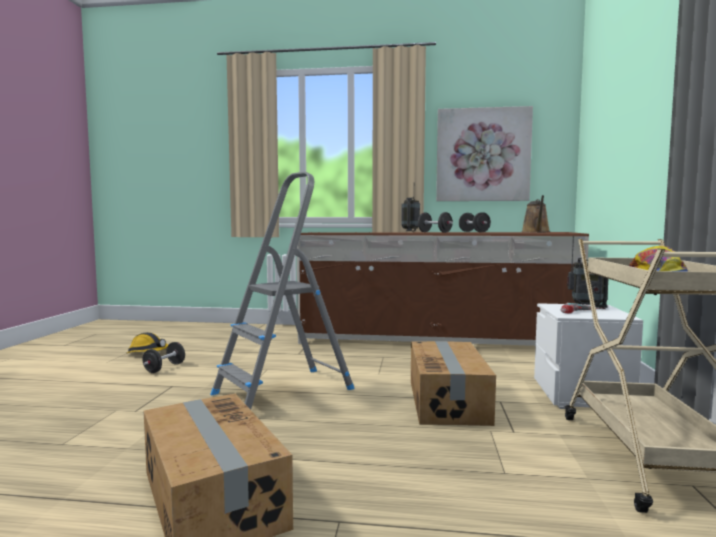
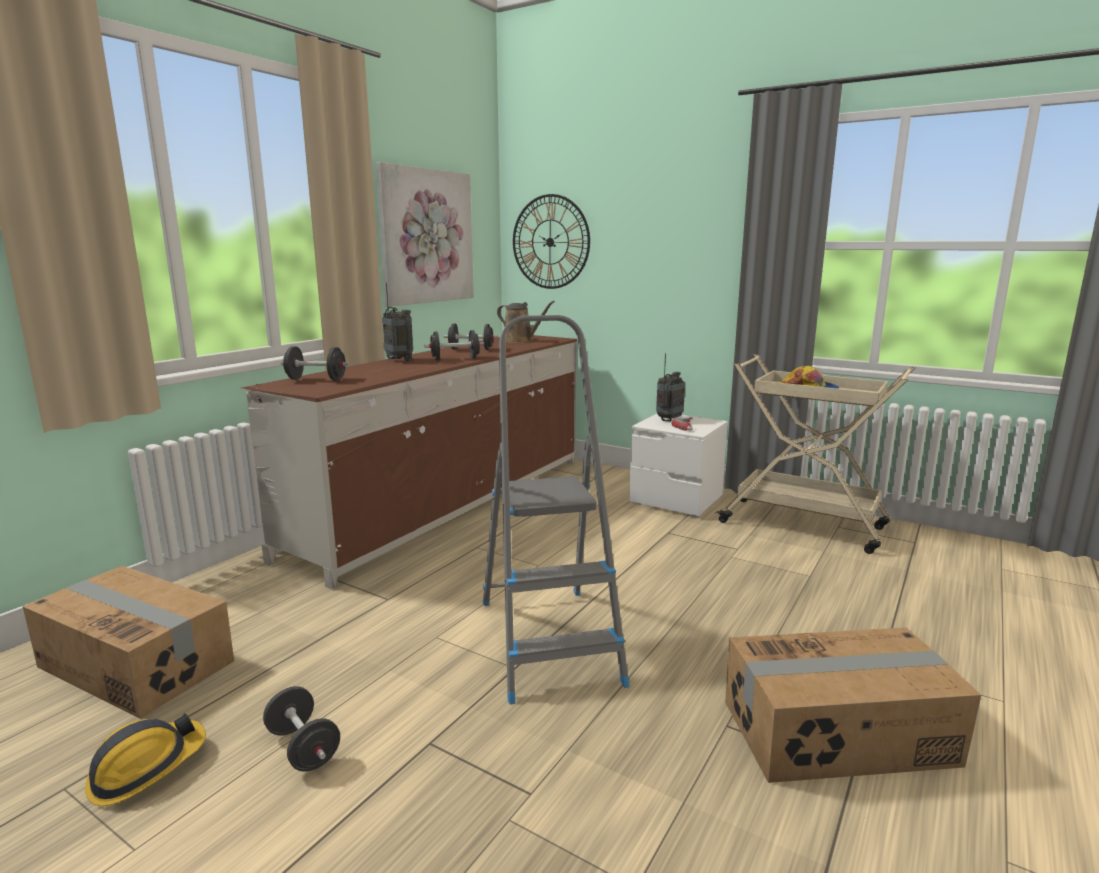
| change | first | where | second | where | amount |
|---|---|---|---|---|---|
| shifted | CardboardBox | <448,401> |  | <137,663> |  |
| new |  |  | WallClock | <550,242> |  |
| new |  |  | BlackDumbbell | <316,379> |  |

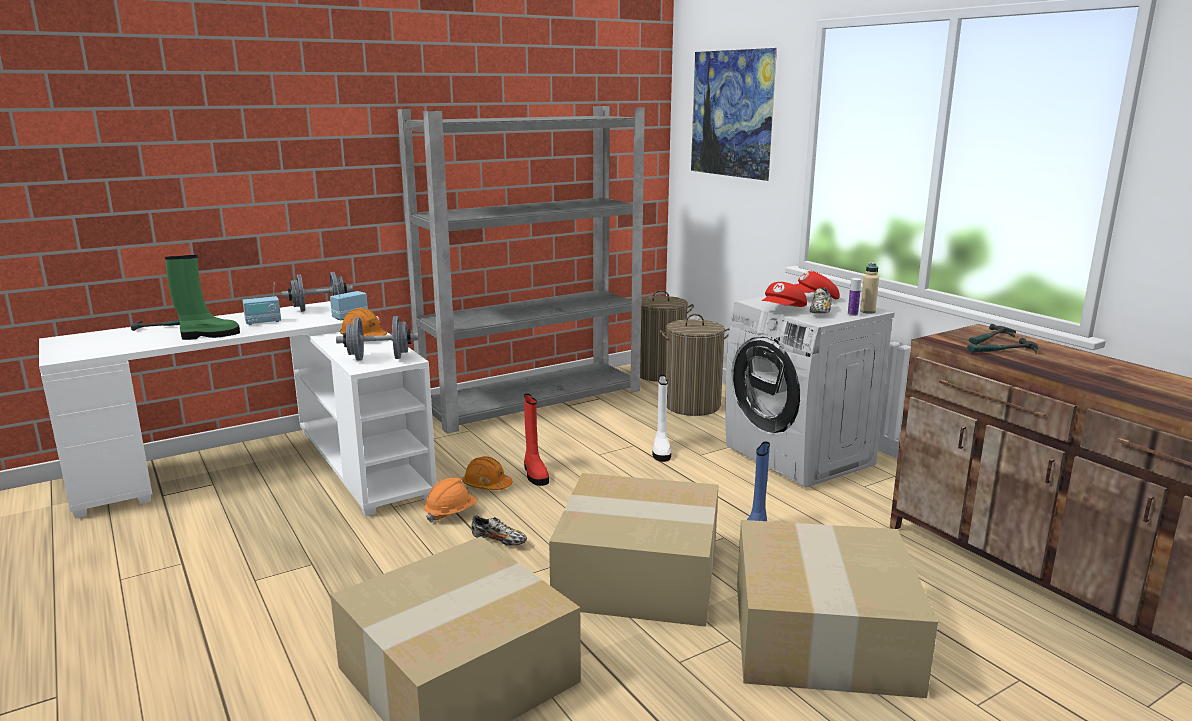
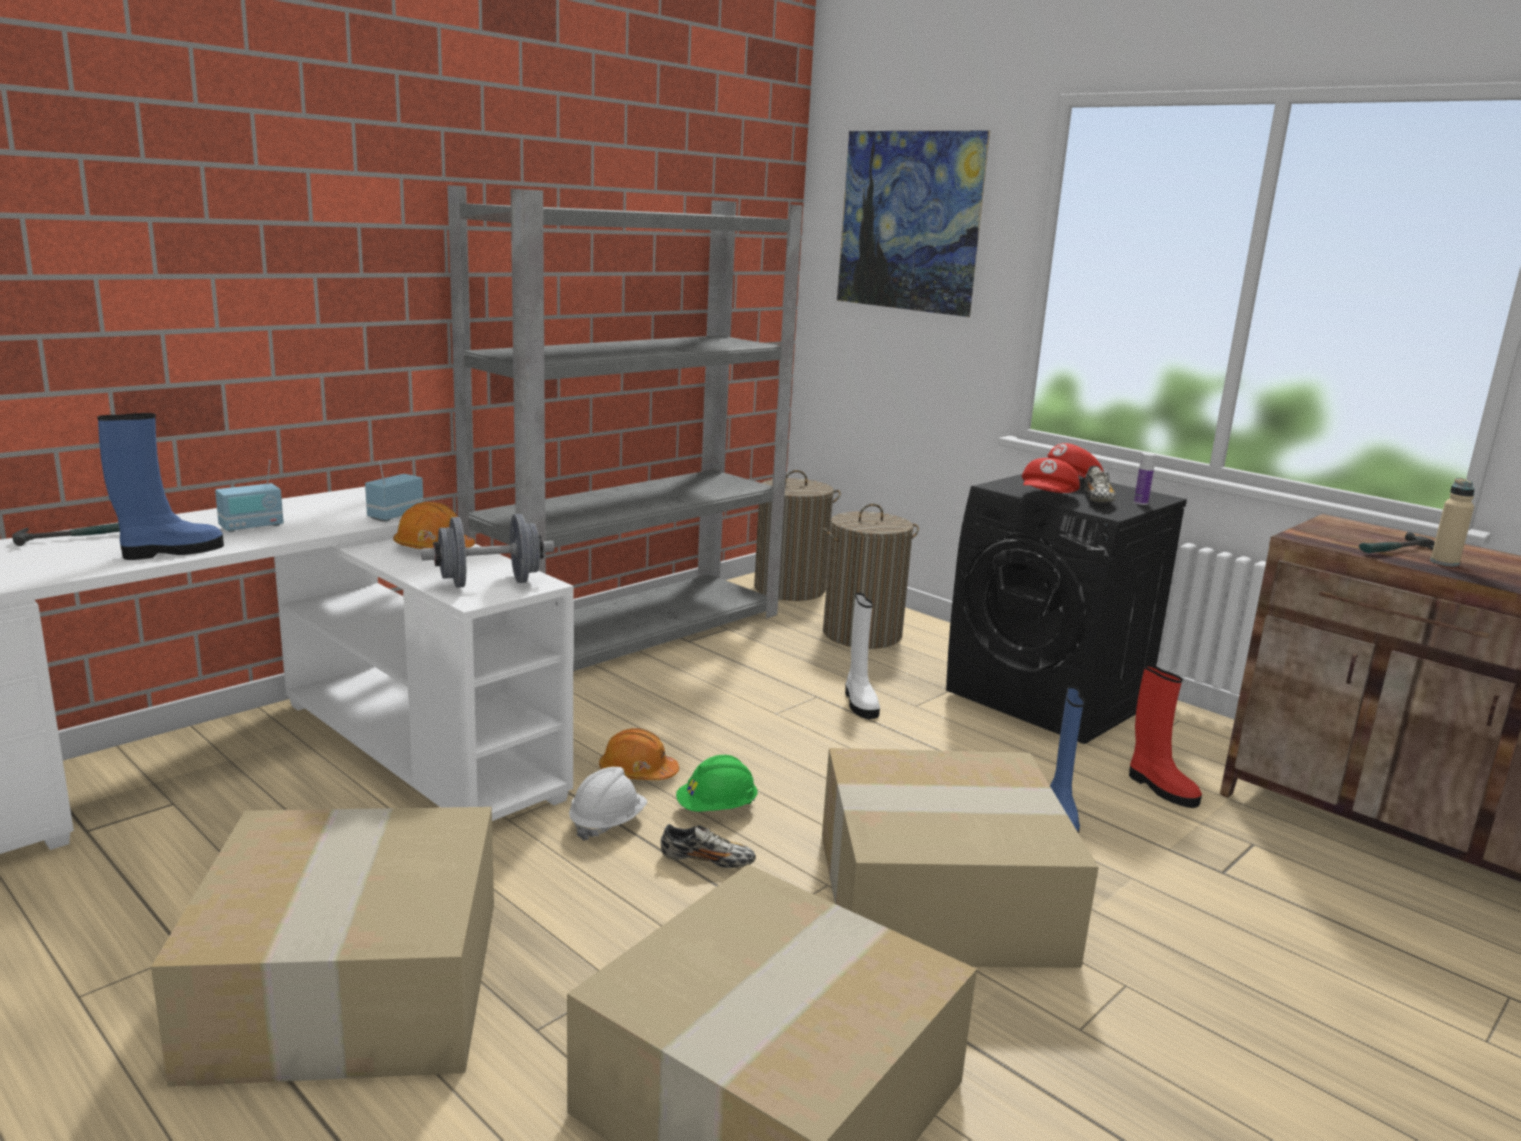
| change | first | where | second | where | amount |
|---|---|---|---|---|---|
| repainted | GreenBoot | <208,335> | BlueBoot | <170,552> |  |
| shifted | BeigeBottle | <867,311> |  | <1444,562> |  |
| gone | GreyDumbbell | <319,309> |  |  |  |
| repainted | WhiteWashingMachine | <799,458> | BlackWashingMachine | <1046,703> |  |
| gone | Hammer | <990,339> |  |  |  |
| shifted | RedBoot | <535,474> |  | <1160,788> |  |
| repainted | OrangeHardHat | <451,513> | WhiteHardHat | <607,823> |  |
| shifted | CardboardBox | <819,633> |  | <347,982> |  |
| new |  |  | GreenHardHat | <716,809> |  |

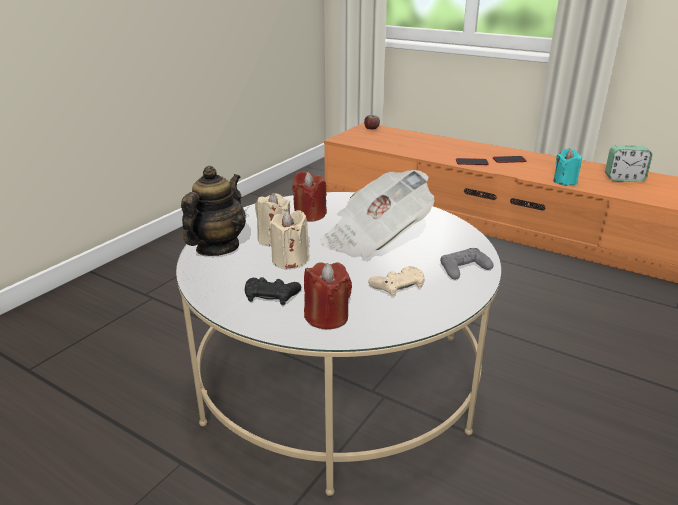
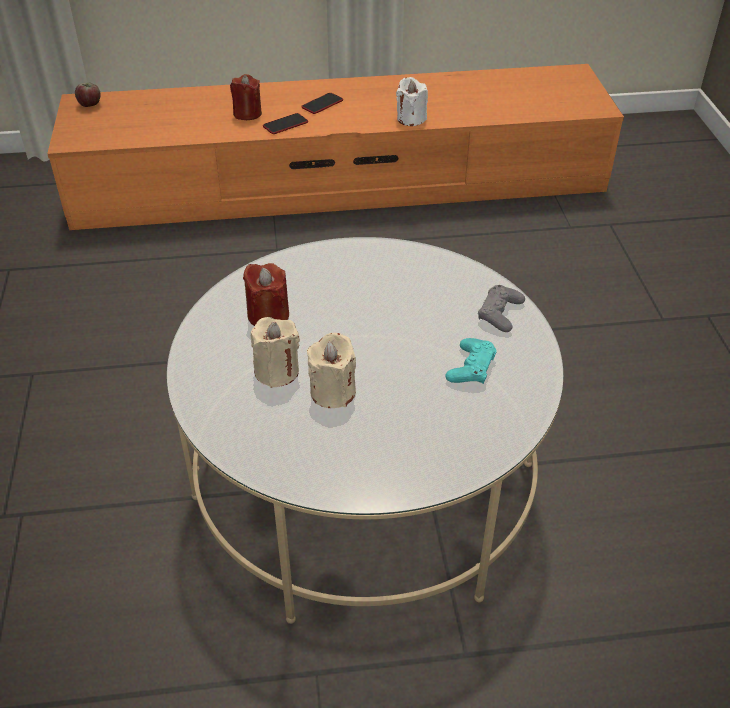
| change | first | where | second | where | amount |
|---|---|---|---|---|---|
| gone | AlarmClock | <624,179> |  |  |  |
| repainted | TurquoiseCandle | <565,181> | WhiteCandle | <411,119> |  |
| gone | Teapot | <217,247> |  |  |  |
| gone | Newspaper | <374,239> |  |  |  |
| shifted | RedCandle | <327,317> |  | <247,114> |  |
| repainted | BeigeGameController | <398,286> | TurquoiseGameController | <471,367> |  |
| gone | BlackGameController | <271,296> |  |  |  |

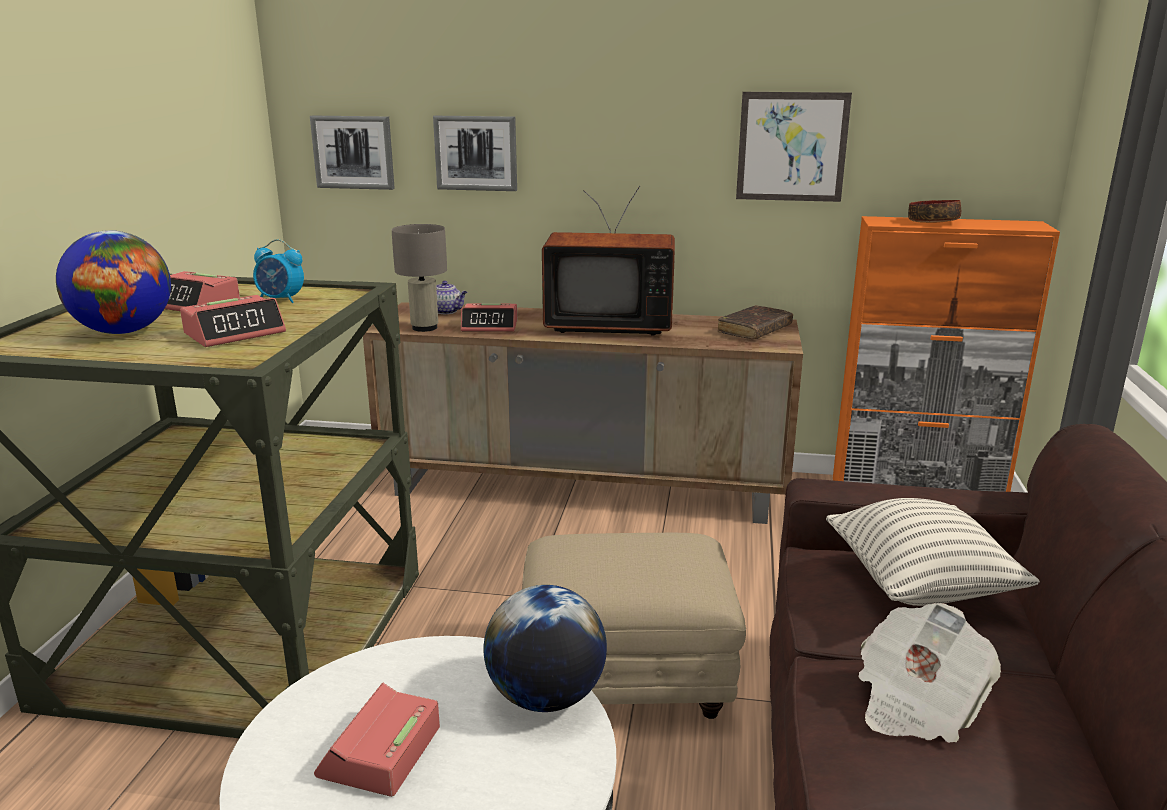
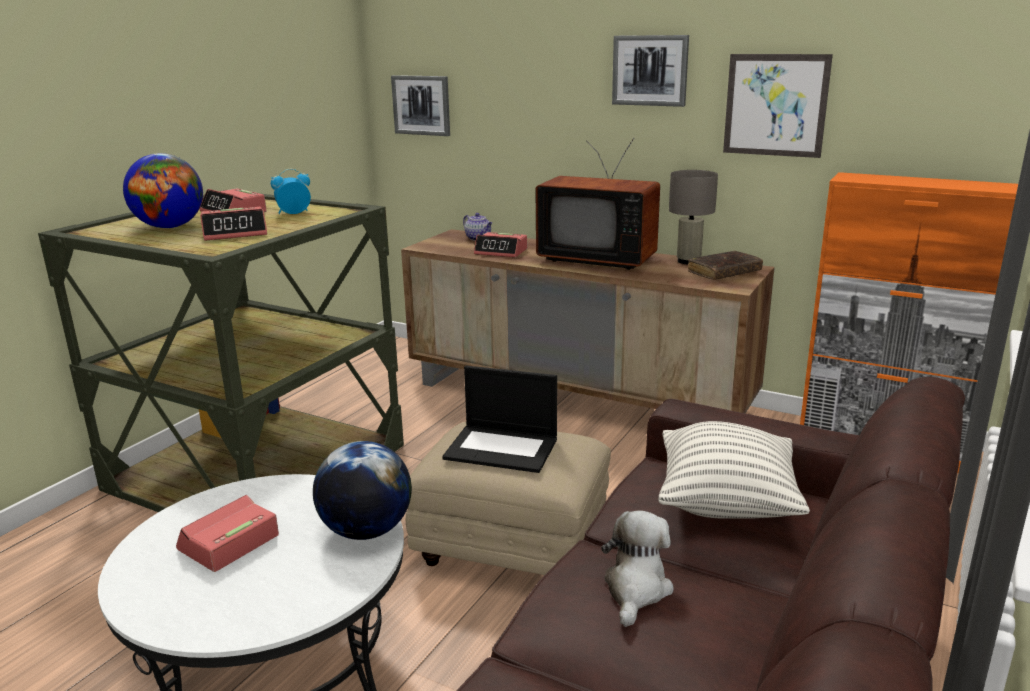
| change | first | where | second | where | amount |
|---|---|---|---|---|---|
| shifted | Picture | <476,153> |  | <650,70> |  |
| gone | Bowl | <933,222> |  |  |  |
| shifted | GreyTableLamp | <425,328> |  | <689,261> |  |
| rotated | AlarmClock | <281,300> |  | <293,213> | 120 degrees clockwise |
| swapped | Newspaper | <916,702> | PlushToy | <636,589> |  |
| new |  |  | Laptop | <503,448> |  |

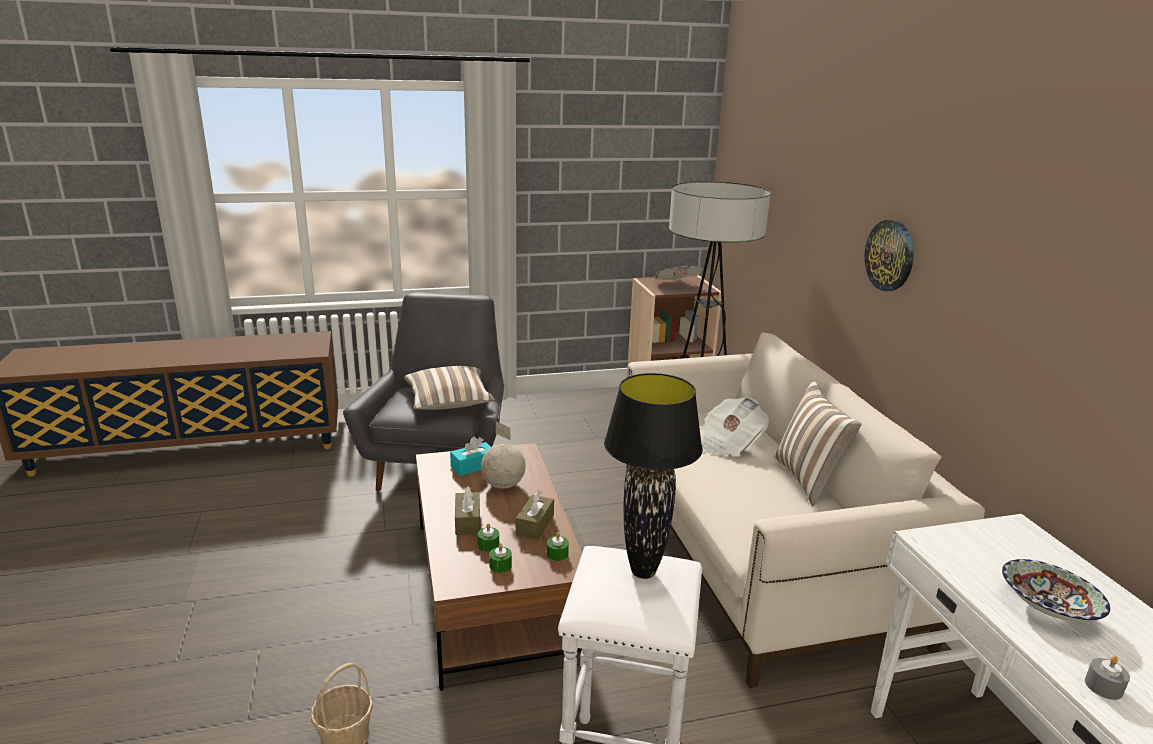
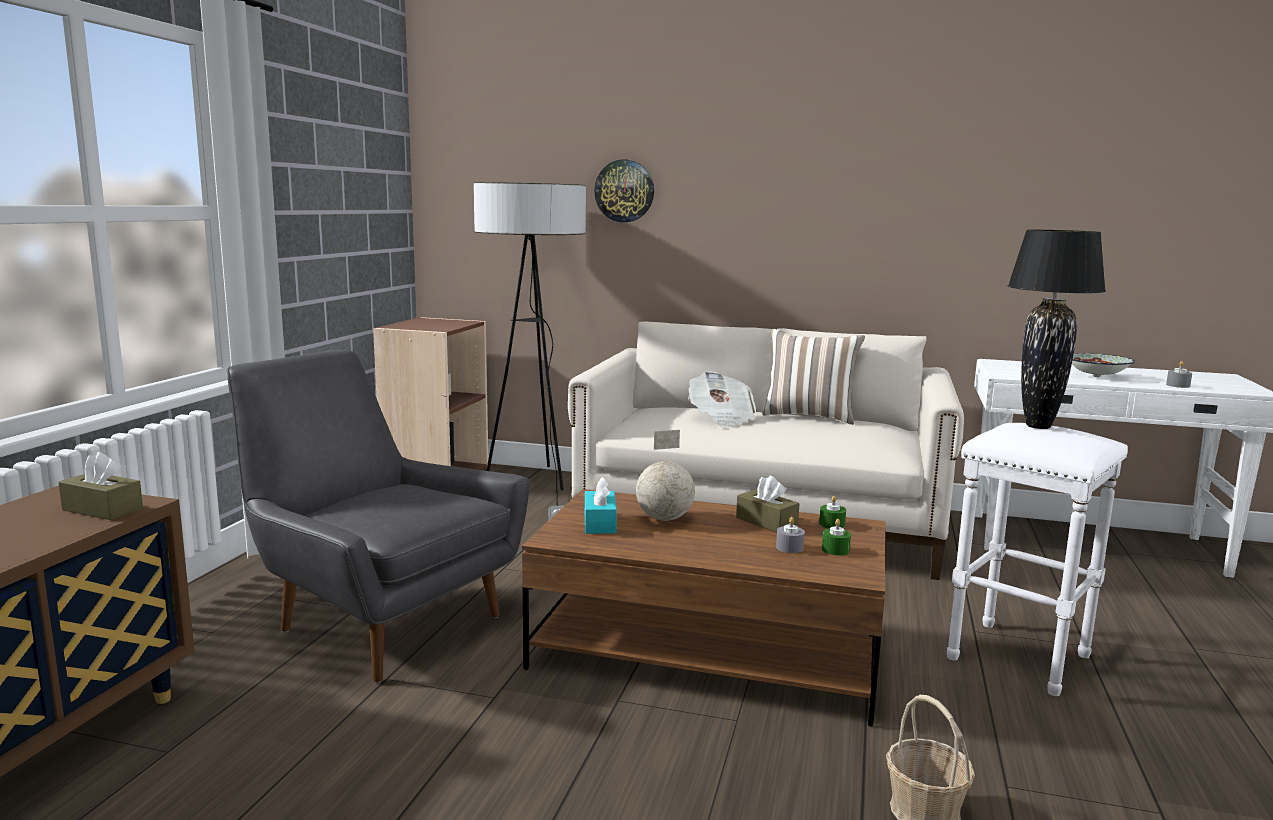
| change | first | where | second | where | amount |
|---|---|---|---|---|---|
| shifted | WallClock | <890,255> |  | <624,191> |  |
| gone | Newspaper | <677,286> |  |  |  |
| gone | Pillow | <449,403> |  |  |  |
| shifted | BrownTissueBox | <467,521> |  | <102,509> |  |
| repainted | GreenCandle | <488,545> | GreyCandle | <789,547> |  |

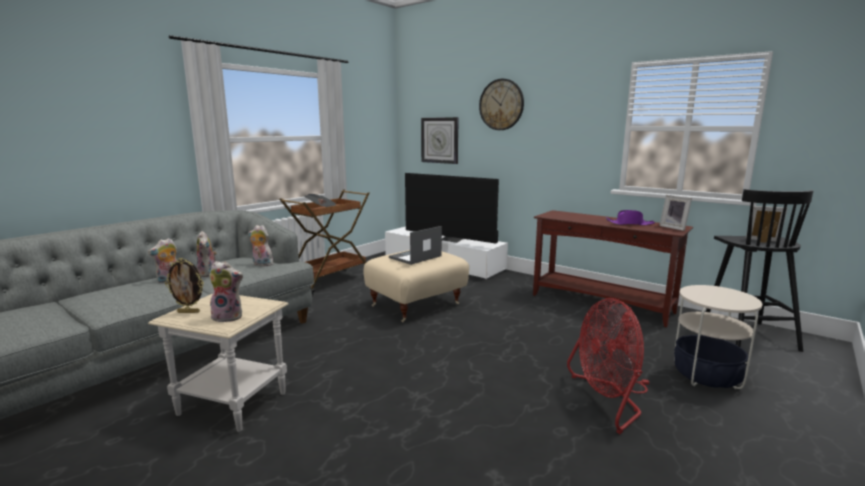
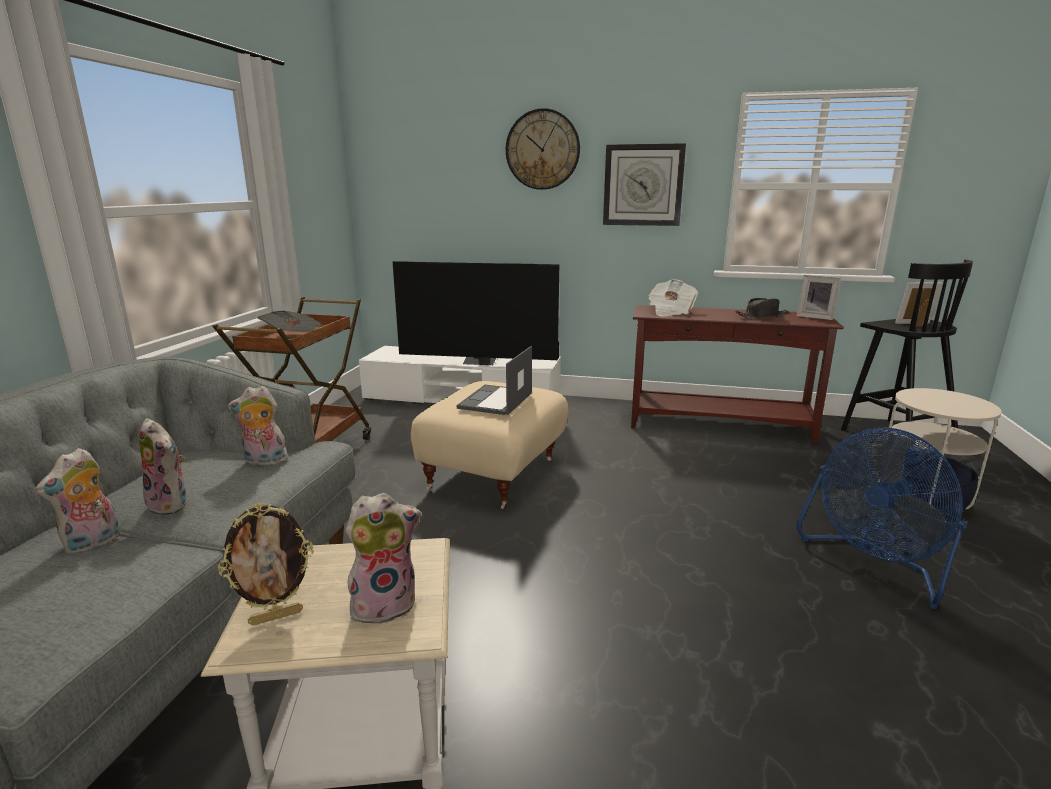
| change | first | where | second | where | amount |
|---|---|---|---|---|---|
| shifted | WallClock | <440,140> |  | <643,185> |  |
| repainted | PurpleHat | <629,224> | BlackHat | <762,317> |  |
| repainted | RedFan | <610,398> | BlueFan | <872,560> |  |
| new |  |  | Newspaper | <670,312> |  |

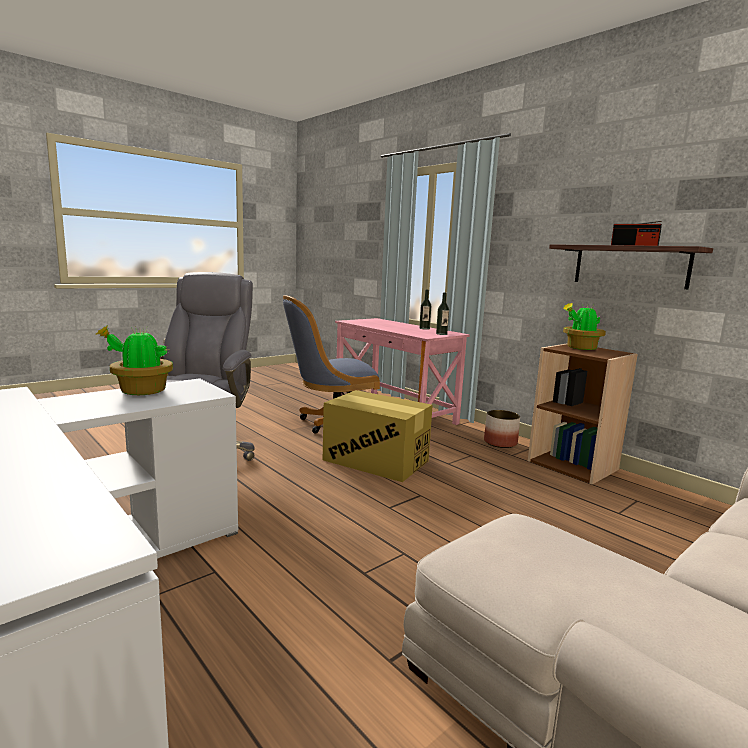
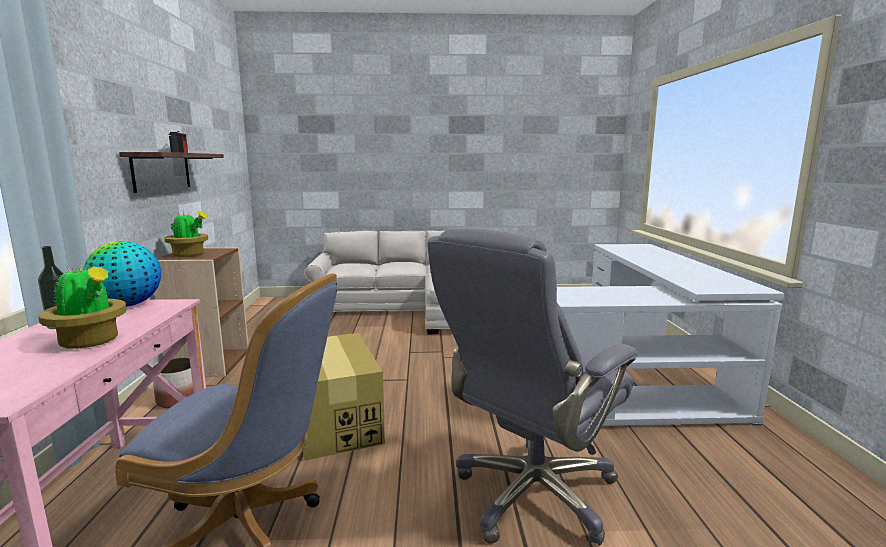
| change | first | where | second | where | amount |
|---|---|---|---|---|---|
| swapped | Bottle | <441,334> | Globe | <127,305> |  |
| shifted | PottedPlant | <140,391> |  | <91,342> |  |

